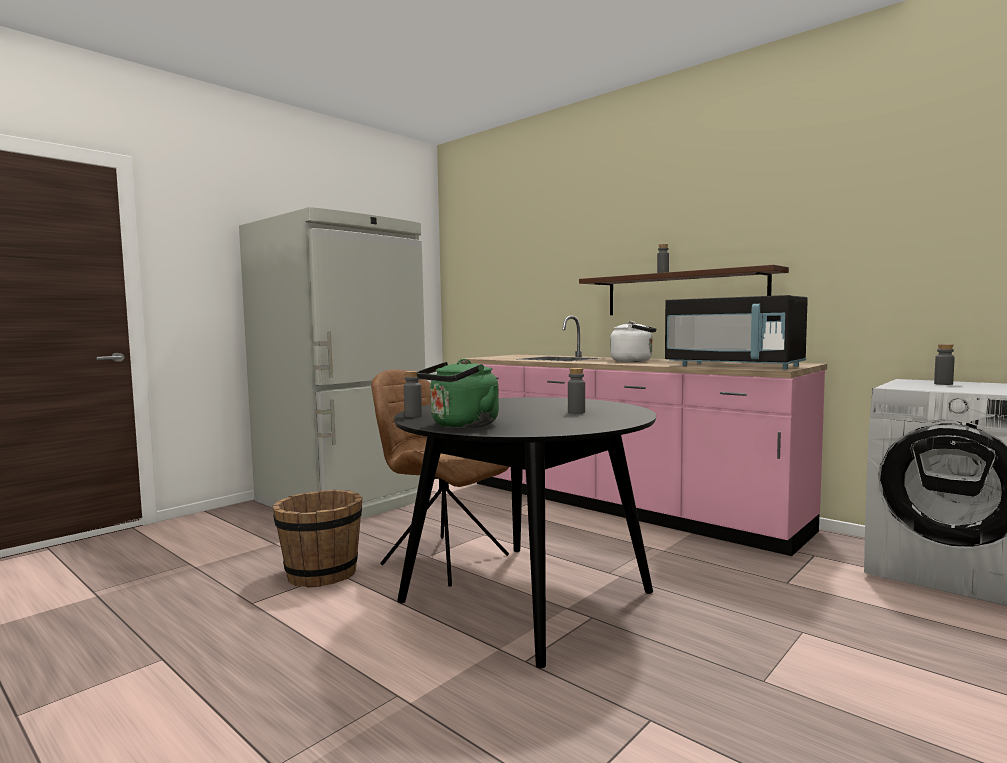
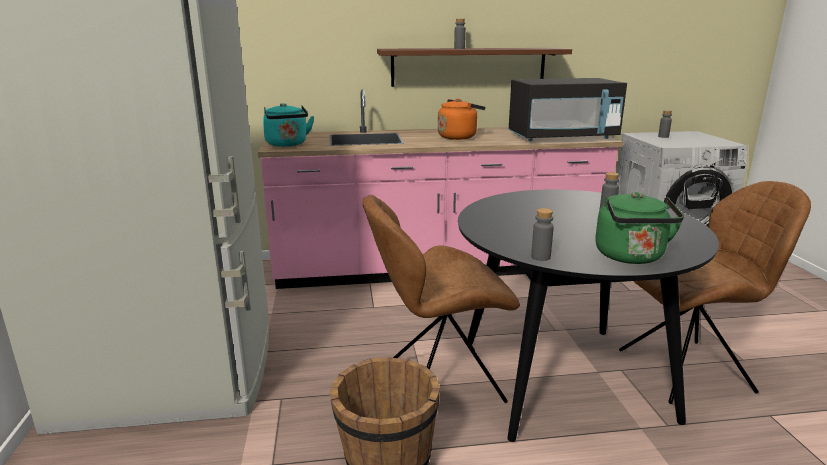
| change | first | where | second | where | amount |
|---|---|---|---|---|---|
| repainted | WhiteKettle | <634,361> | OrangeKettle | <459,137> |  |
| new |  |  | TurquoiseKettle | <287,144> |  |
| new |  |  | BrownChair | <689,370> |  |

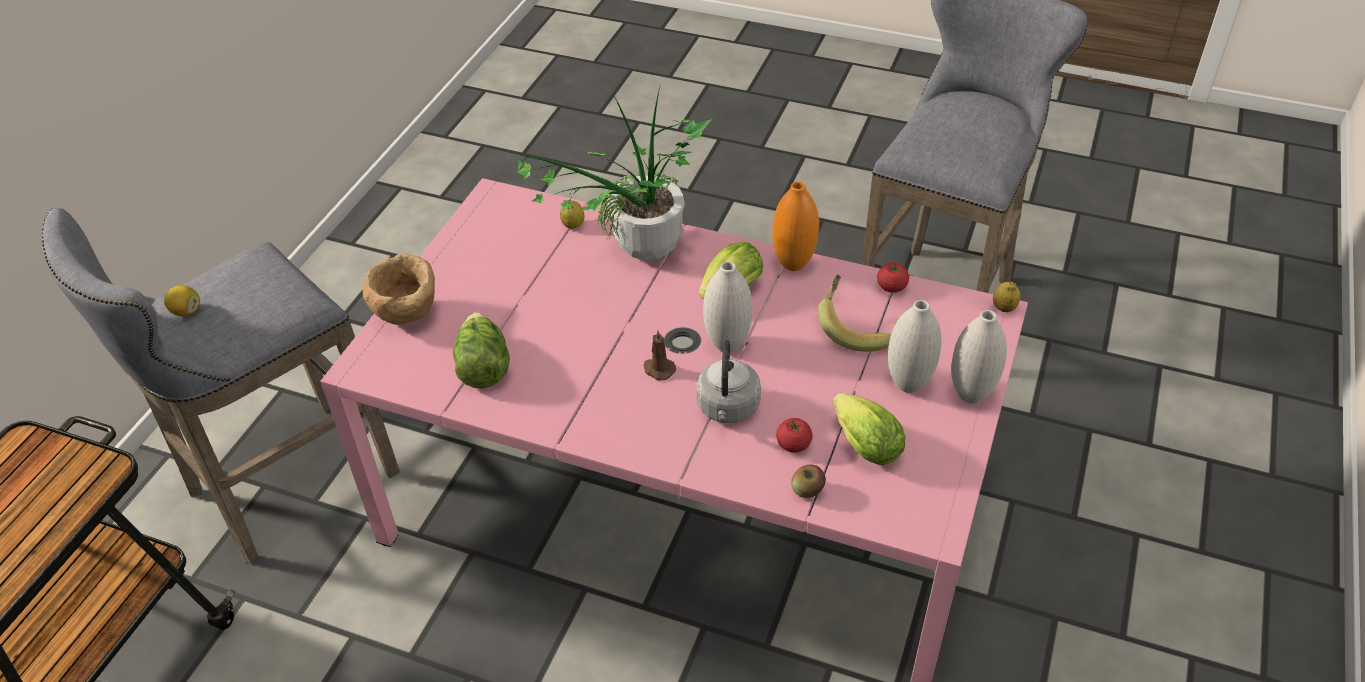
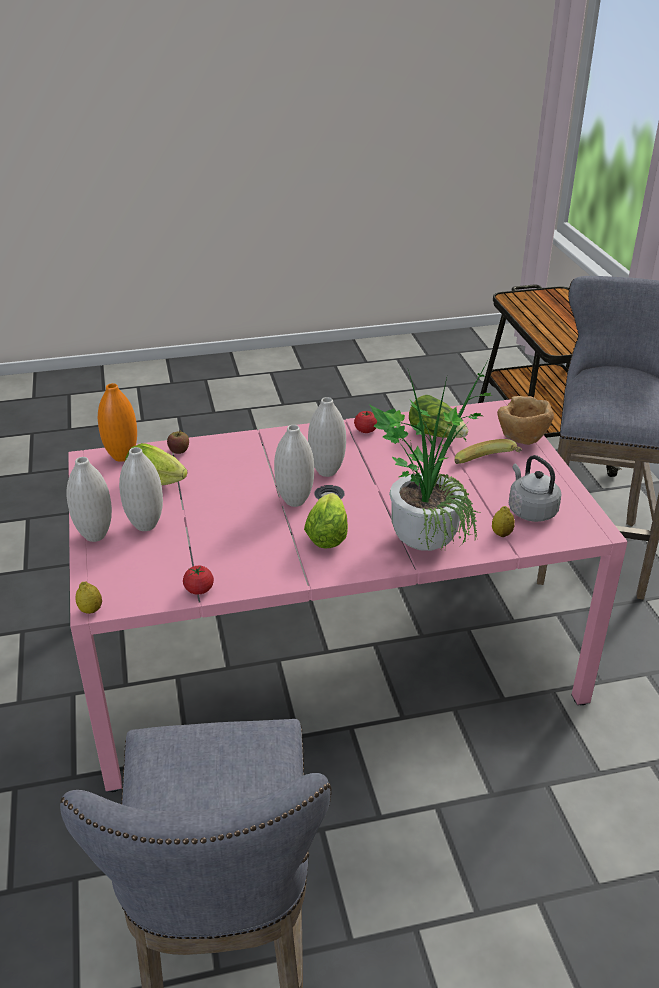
| change | first | where | second | where | amount |
|---|---|---|---|---|---|
| shifted | OrangeVase | <793,264> |  | <122,457> |  |
| shifted | Banana | <854,328> |  | <488,467> |  |
| gone | Lemon | <186,311> |  |  |  |
| swapped | BrownCandle | <658,369> | WhiteVase | <327,471> |  |
| shifted | GreyKettle | <728,409> |  | <530,510> |  |
| shifted | Tomato | <793,444> |  | <366,430> |  |

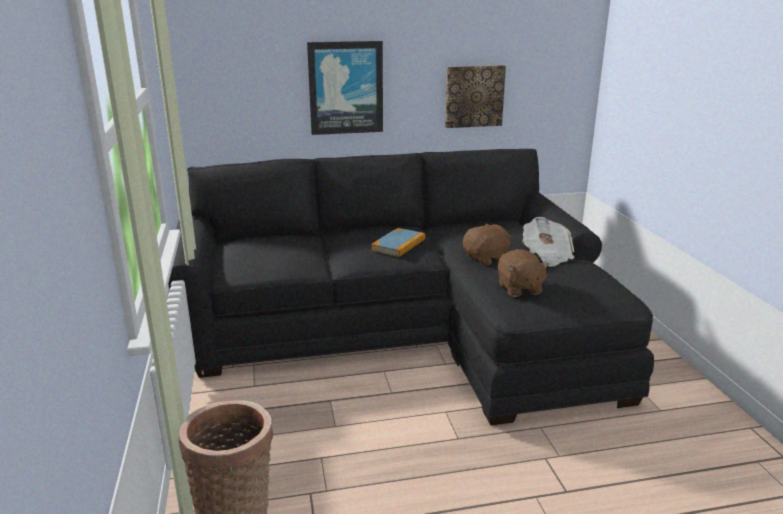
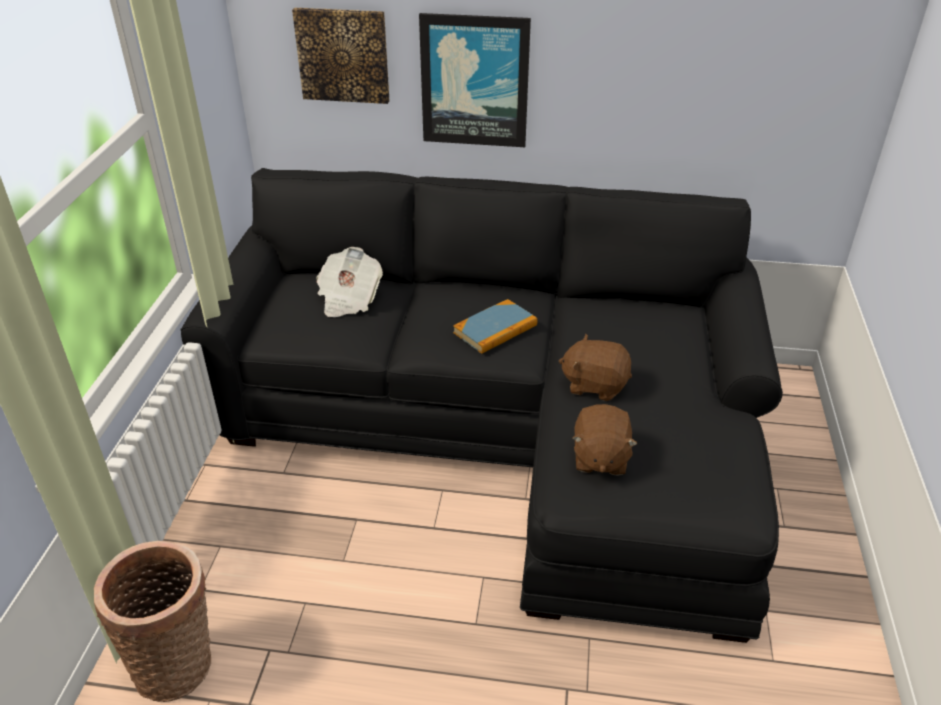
| change | first | where | second | where | amount |
|---|---|---|---|---|---|
| shifted | Picture | <474,96> |  | <343,55> |  |
| shifted | Newspaper | <547,255> |  | <348,299> |  |
| rotated | BrownPlushToy | <486,258> |  | <594,384> | 150 degrees counterclockwise |

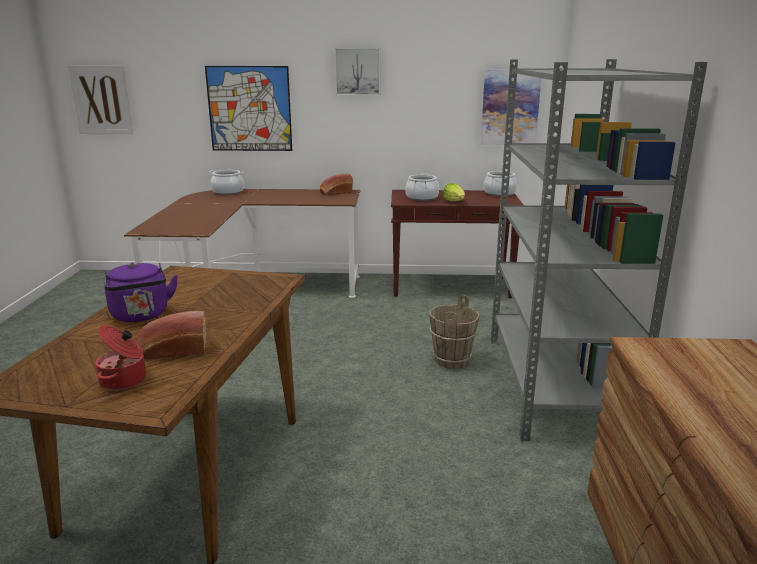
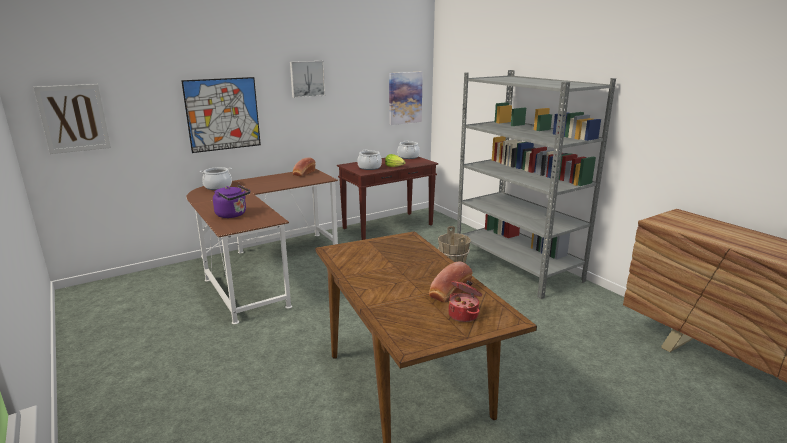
| change | first | where | second | where | amount |
|---|---|---|---|---|---|
| shifted | PurpleKettle | <141,316> |  | <233,215> |  |

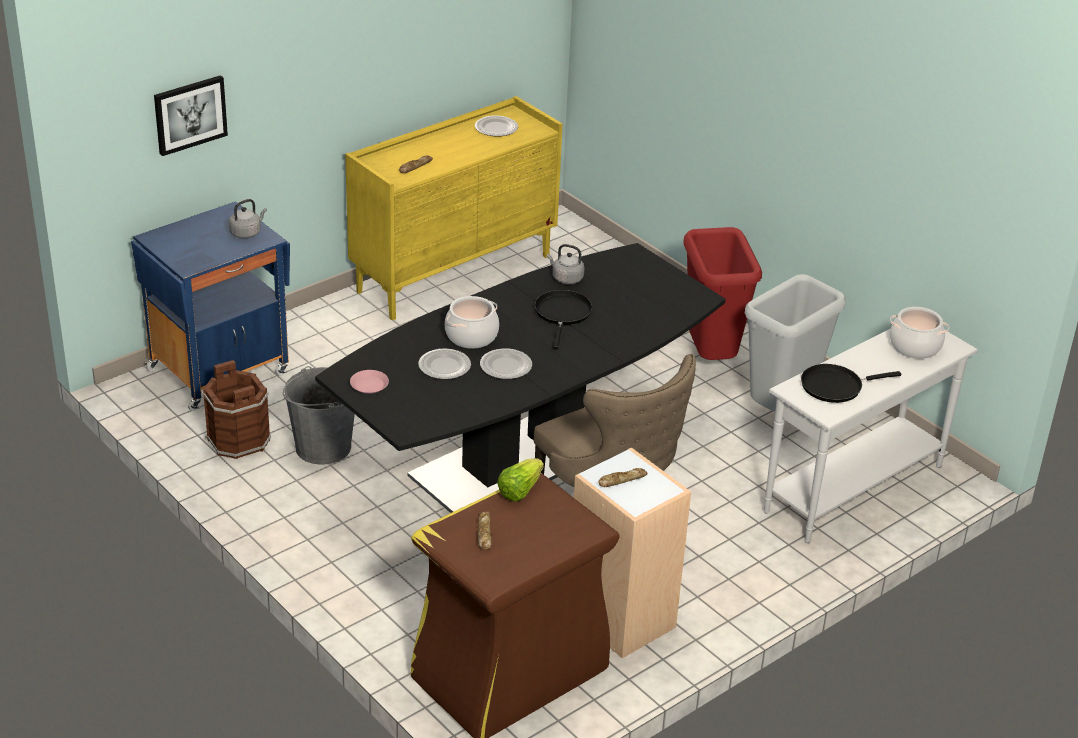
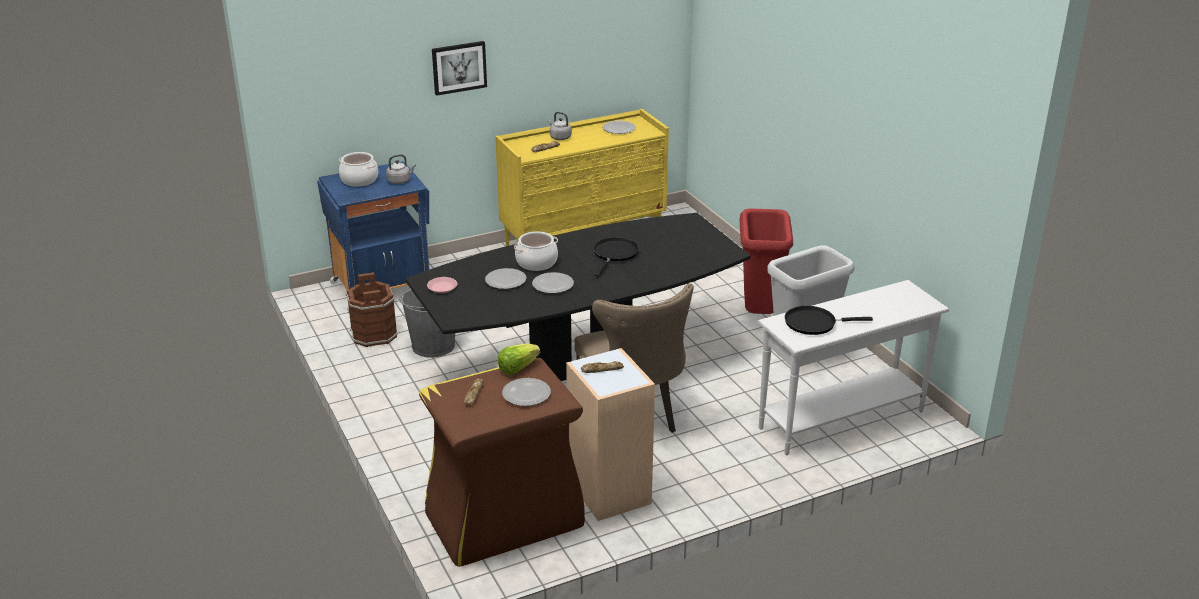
| change | first | where | second | where | amount |
|---|---|---|---|---|---|
| shifted | Picture | <190,114> |  | <459,67> |  |
| shifted | GreyKettle | <566,278> |  | <559,137> |  |
| shifted | CookingPot | <914,346> |  | <359,180> |  |
| new |  |  | Plate | <527,394> |  |

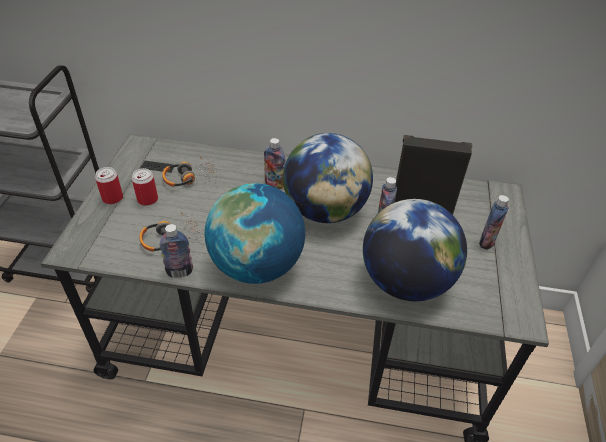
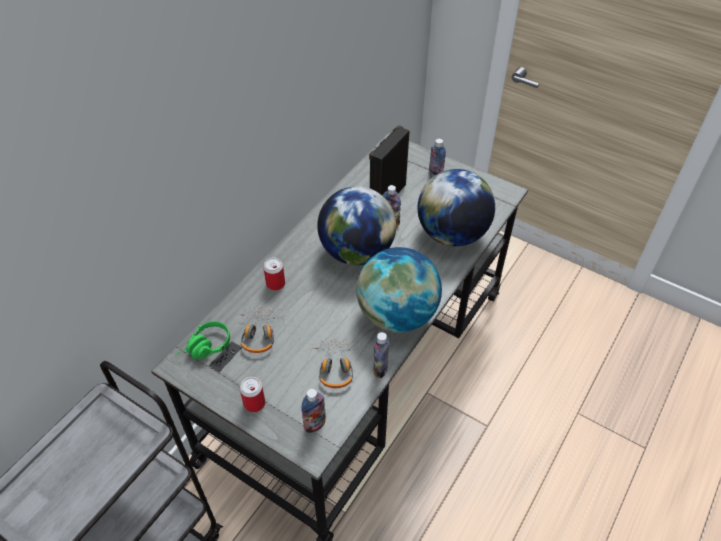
| change | first | where | second | where | amount |
|---|---|---|---|---|---|
| shifted | Bottle | <275,184> |  | <315,424> |  |
| shifted | Can | <147,199> |  | <275,284> |  |
| new |  |  | GreenHeadphones | <205,349> |  |

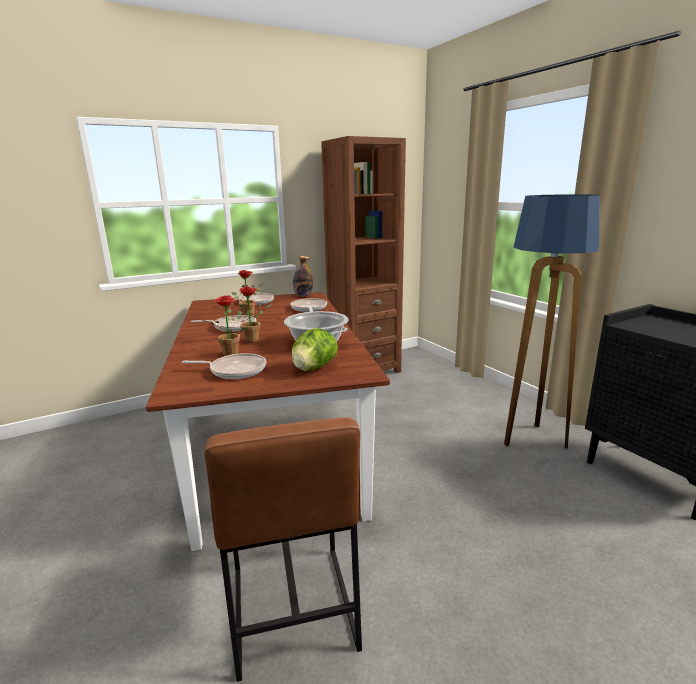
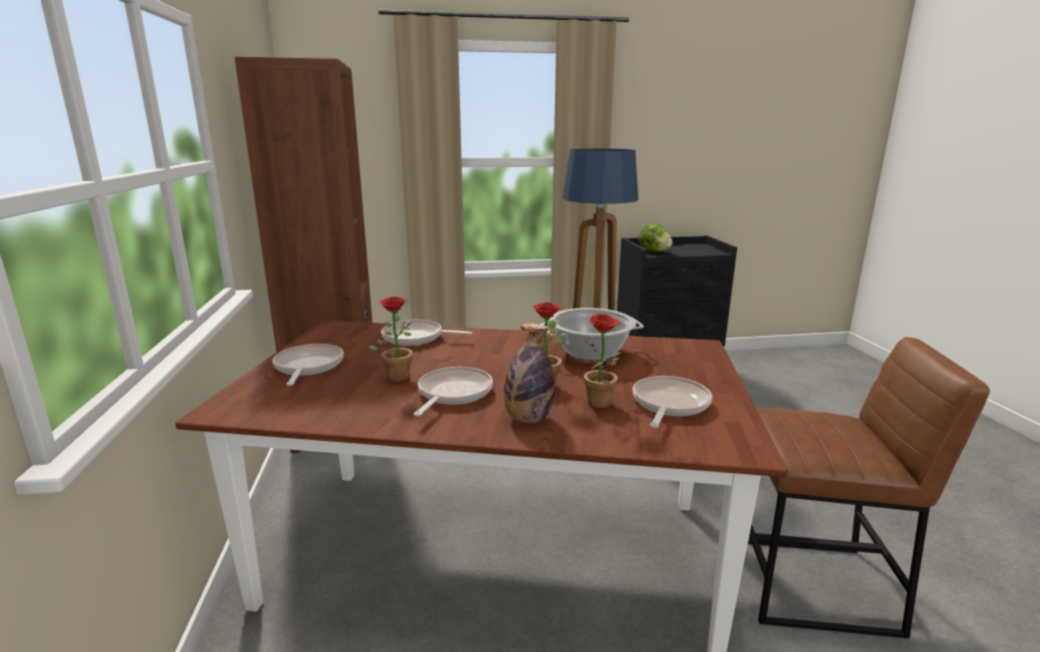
| change | first | where | second | where | amount |
|---|---|---|---|---|---|
| shifted | Bottle | <303,295> |  | <528,418> |  |
| shifted | Lettuce | <314,368> |  | <654,251> |  |

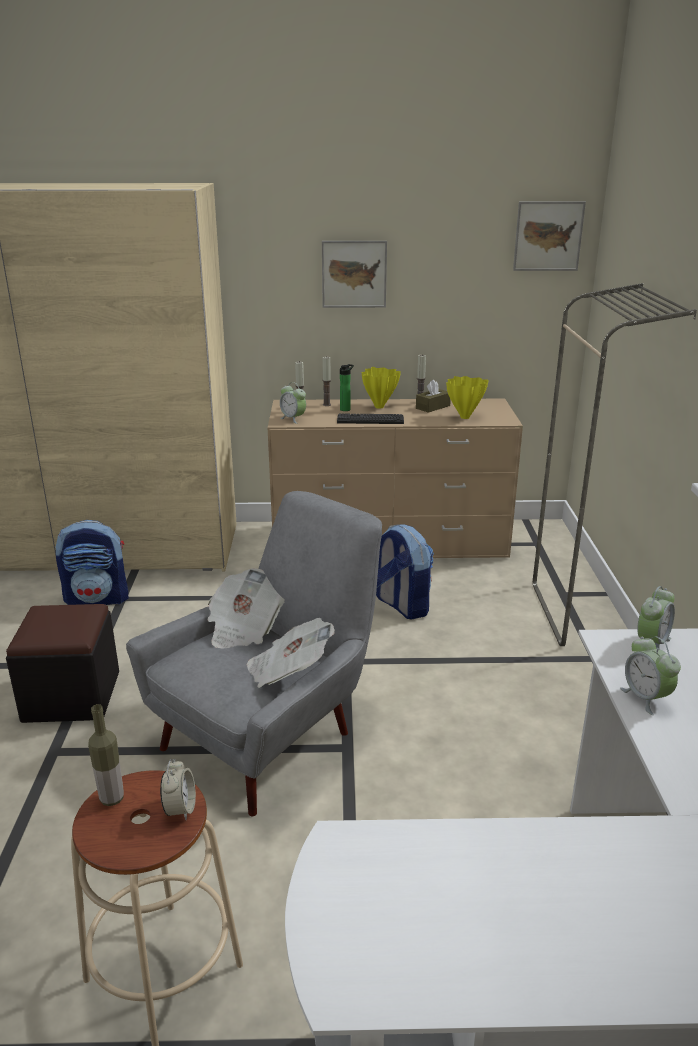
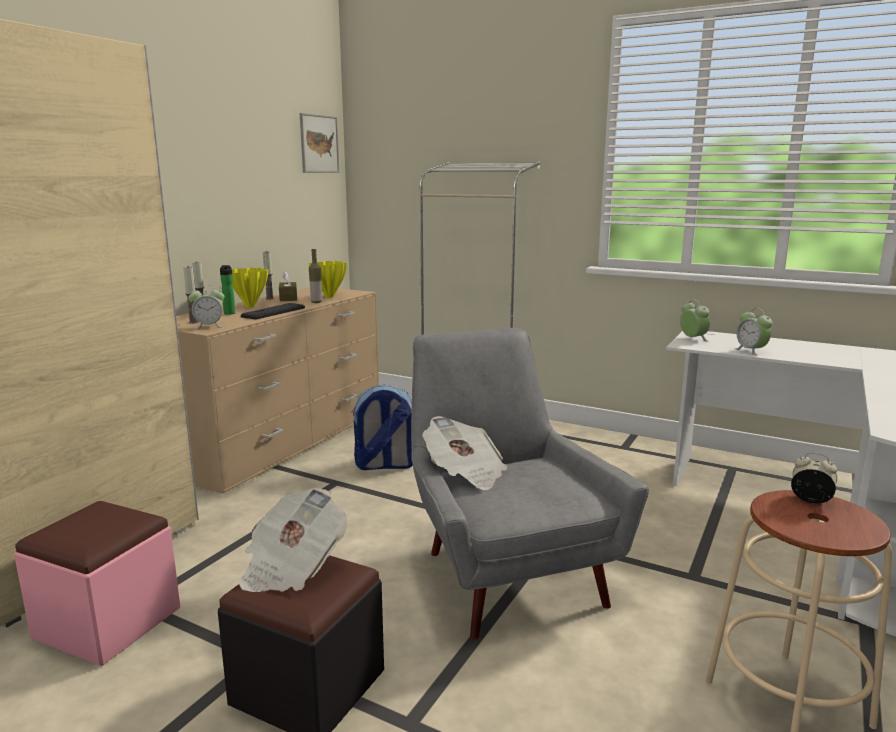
| change | first | where | second | where | amount |
|---|---|---|---|---|---|
| gone | Picture | <354,274> |  |  |  |
| swapped | Backpack | <98,598> | PinkOttoman | <108,623> |  |
| shifted | Newspaper | <289,671> |  | <292,566> |  |
| rotated | AlarmClock | <645,698> |  | <751,351> | 60 degrees clockwise |
| shifted | Bottle | <112,798> |  | <316,302> |  |

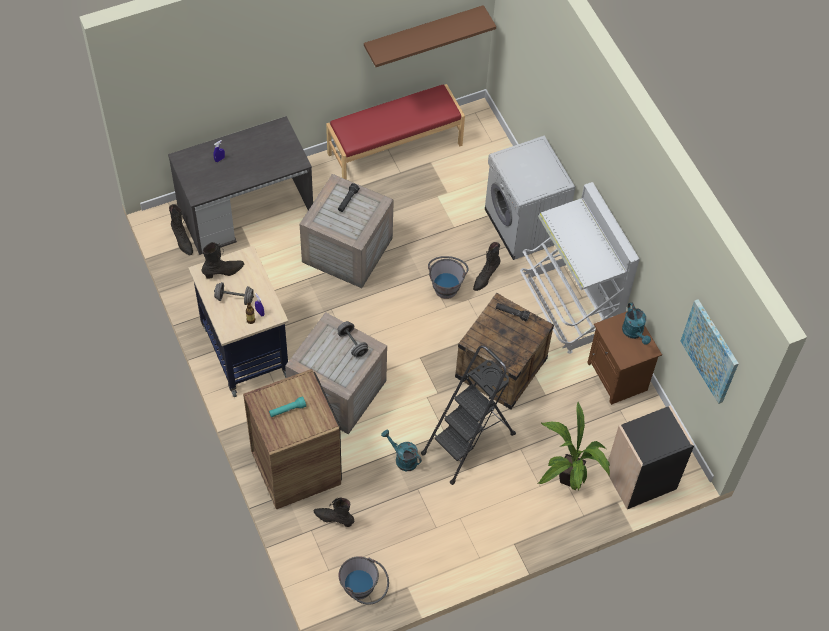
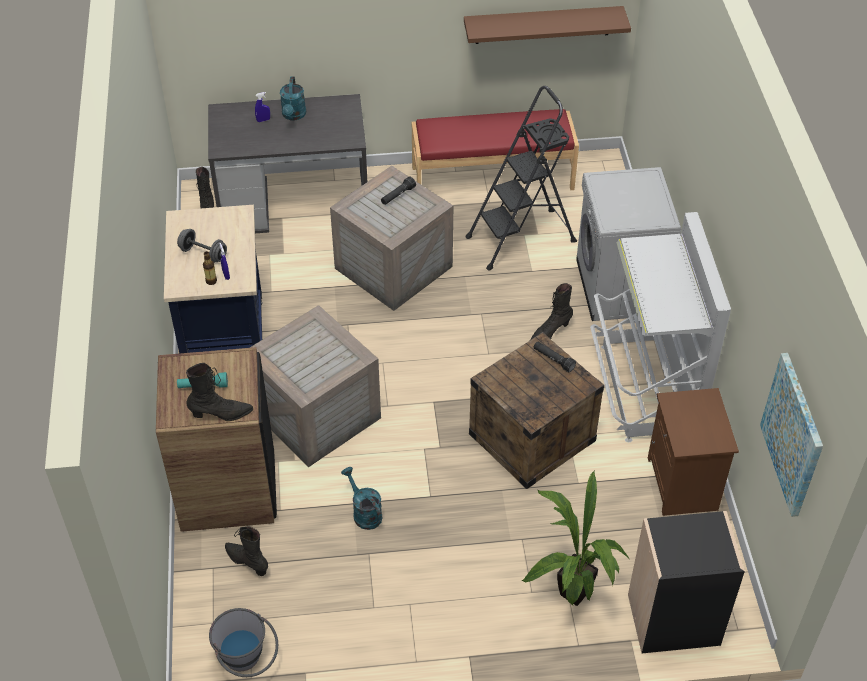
| change | first | where | second | where | amount |
|---|---|---|---|---|---|
| shifted | BlackBoot | <224,272> |  | <221,414> |  |
| gone | GreyBucket | <446,284> |  |  |  |
| shifted | TurquoiseWateringCan | <634,333> |  | <293,115> |  |
| gone | GreyDumbbell | <352,344> |  |  |  |
| shifted | StepLadder | <469,442> |  | <522,238> |  |

